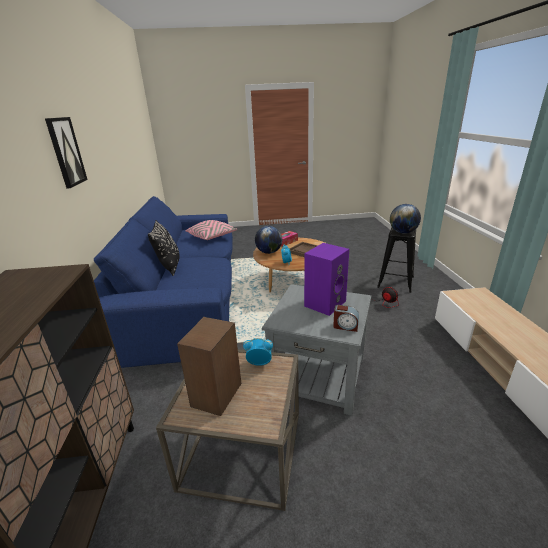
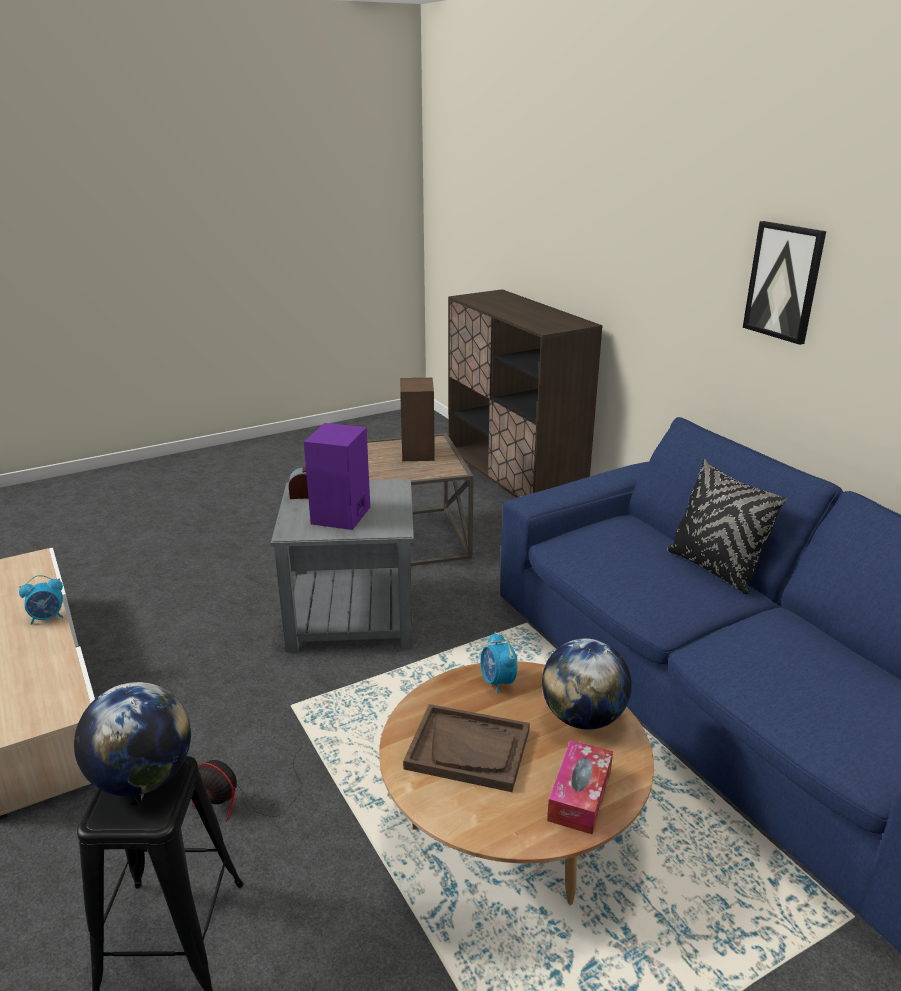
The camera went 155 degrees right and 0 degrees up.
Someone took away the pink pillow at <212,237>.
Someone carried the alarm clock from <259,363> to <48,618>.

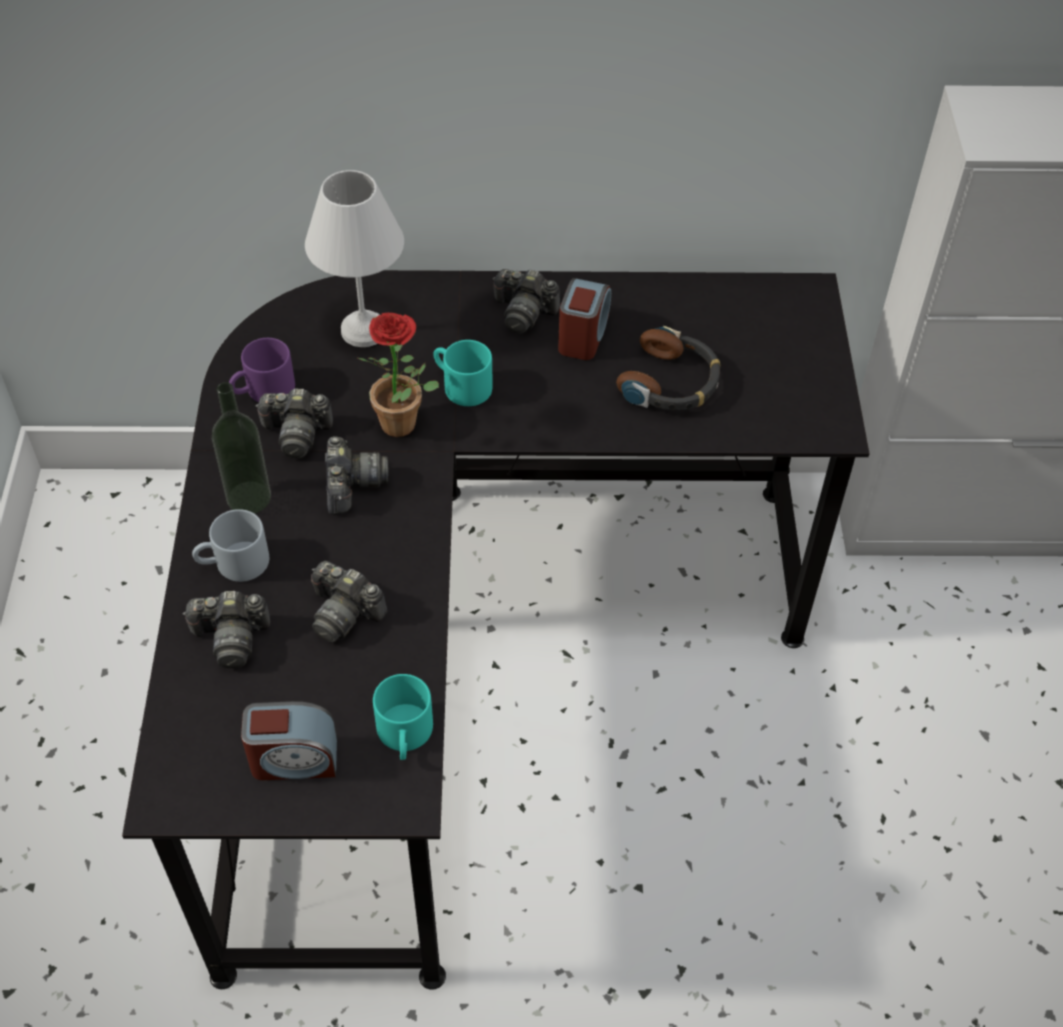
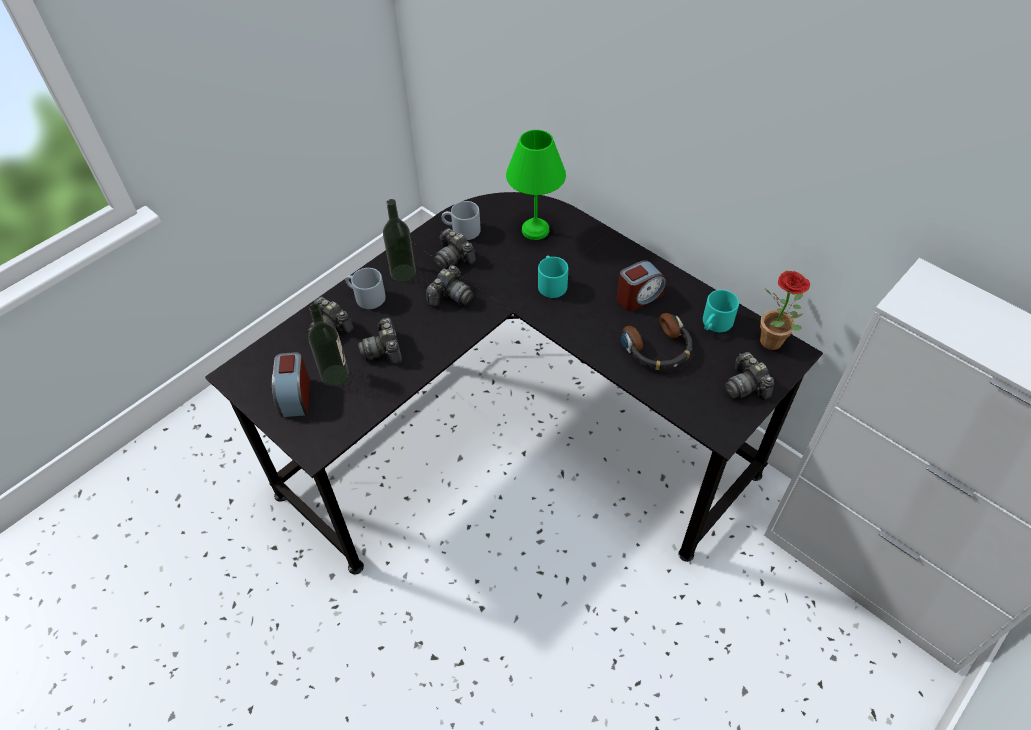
The camera went 45 degrees right and 0 degrees up.
Someone put down the bottle at <335,375>.
Someone carried the potted plant from <405,426> to <774,345>.
Someone carried the turquoise mug from <406,736> to <715,324>.
Someone carried the photo camera from <524,313> to <745,386>.
Someone repainted the purple mug at <263,391>, which became the grey mug at <461,230>.
Someone repainted the white table lamp at <366,330>, which became the green table lamp at <536,230>.
Someone rotated the alarm clock at <294,759> by 45 degrees clockwise.

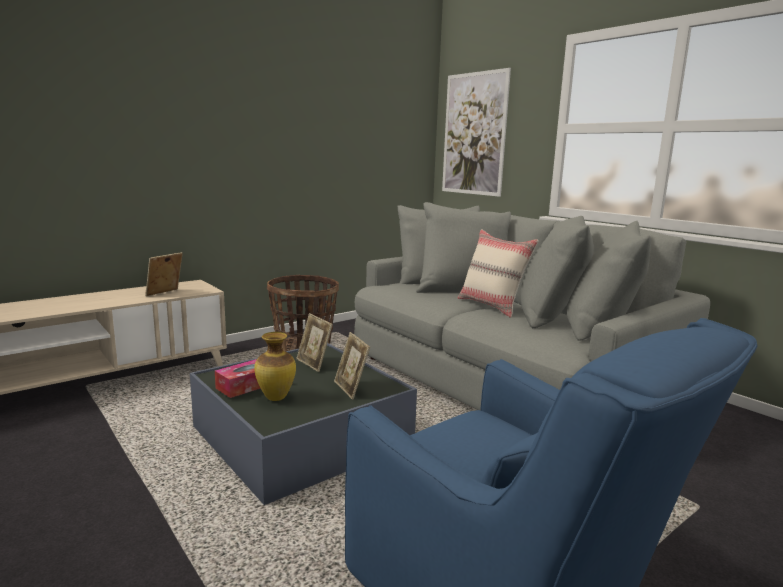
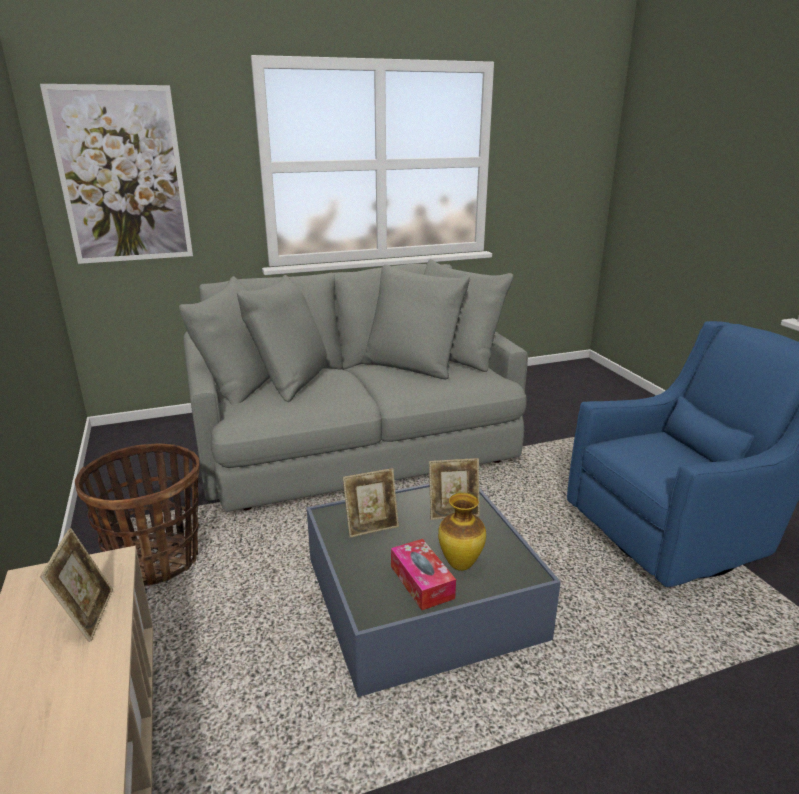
The camera went 70 degrees left and 10 degrees up.
Someone took away the beige pillow at <492,306>.
Someone rotated the picture frame at <165,293> by 150 degrees counterclockwise.

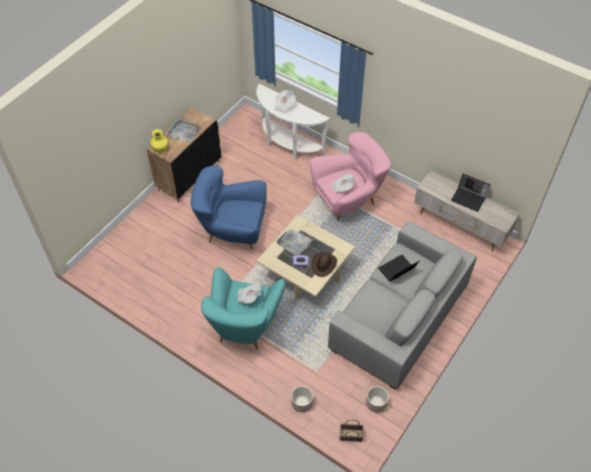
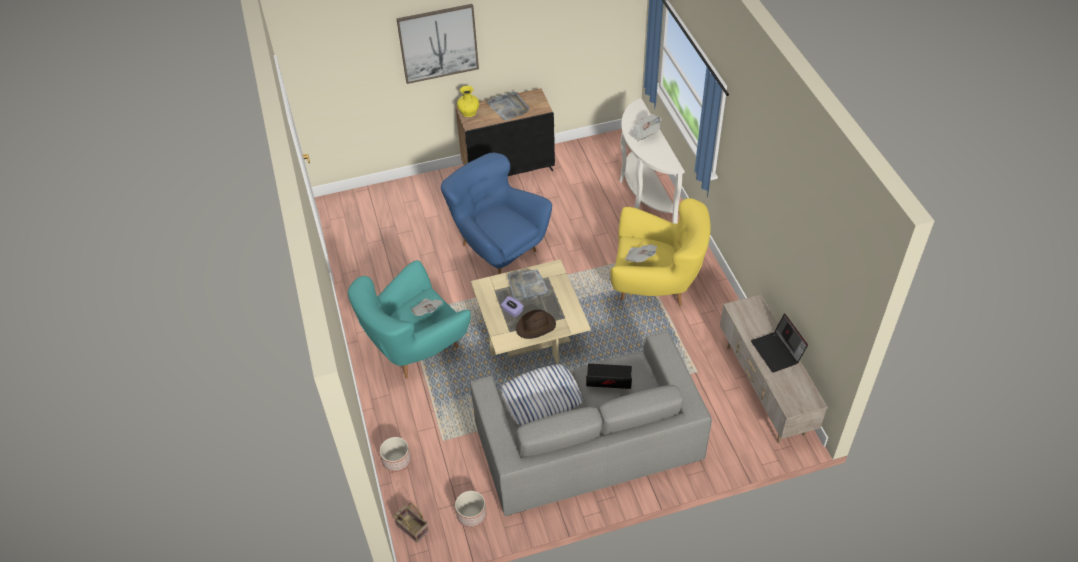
The camera went 40 degrees right and 5 degrees down.
Someone put up the picture at <438,43>.
Someone put down the pillow at <541,398>.
Someone repainted the pink armchair at <348,199>, which became the yellow armchair at <655,285>.

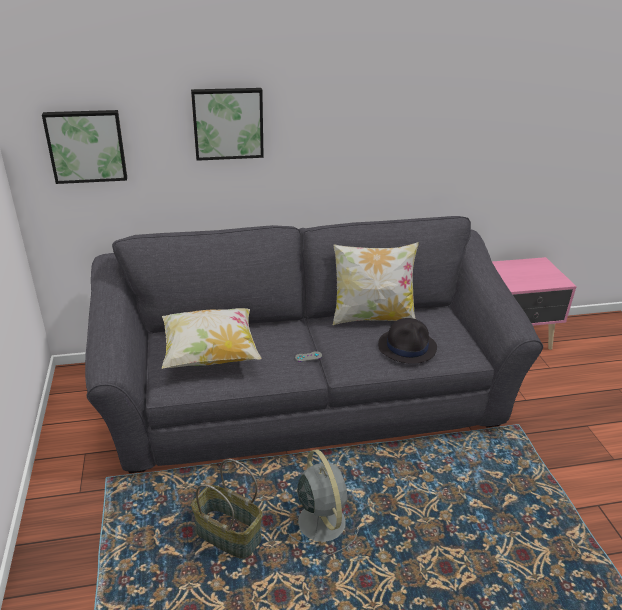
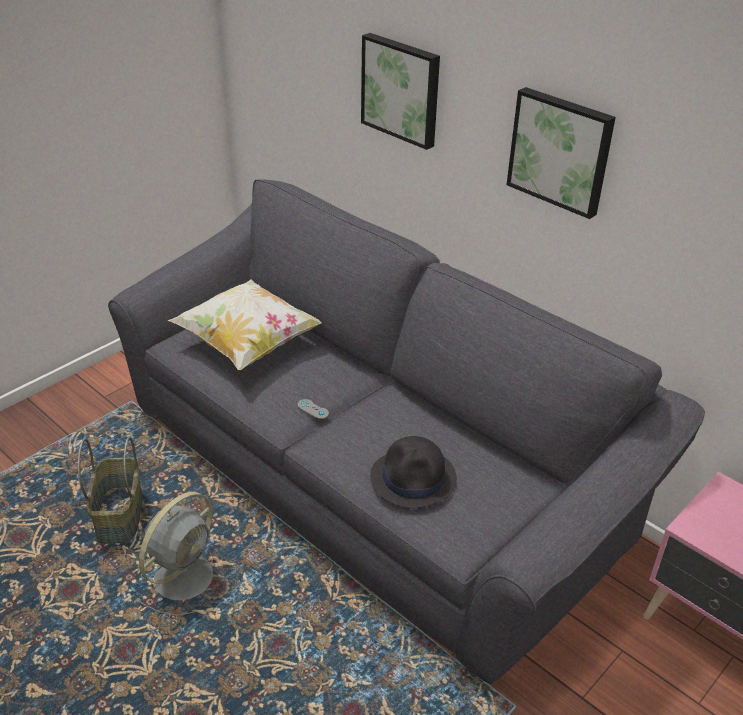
The camera went 55 degrees right and 5 degrees up.
Someone took away the pillow at <372,317>.
Someone carried the picture from <86,146> to <561,151>.

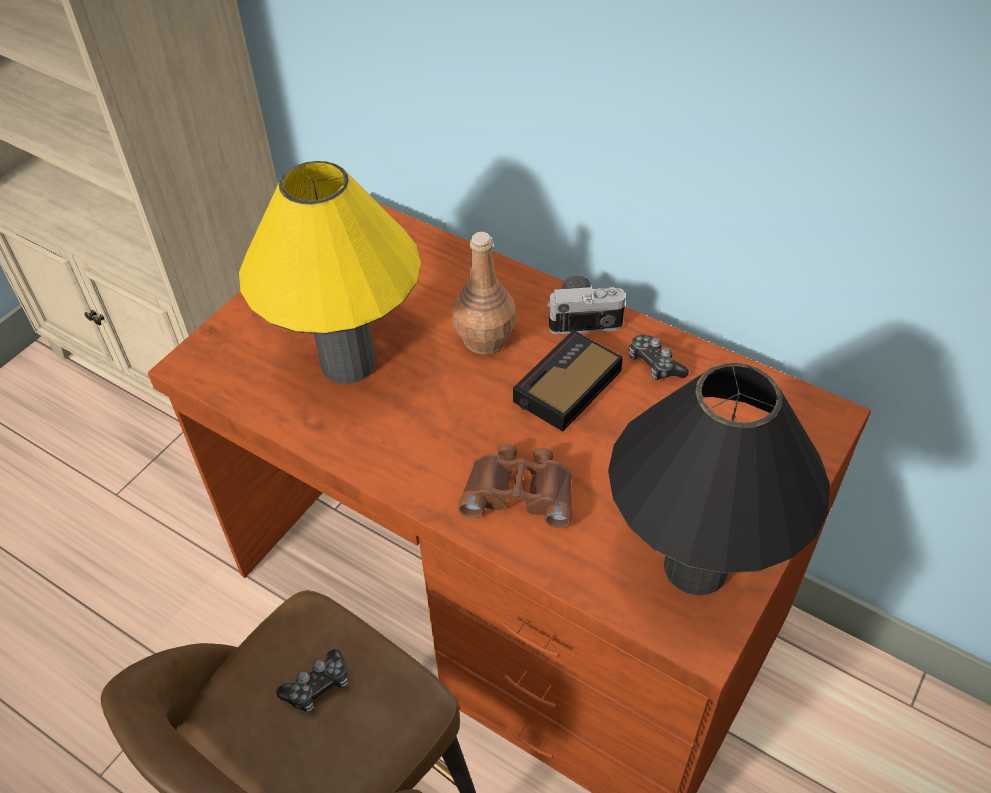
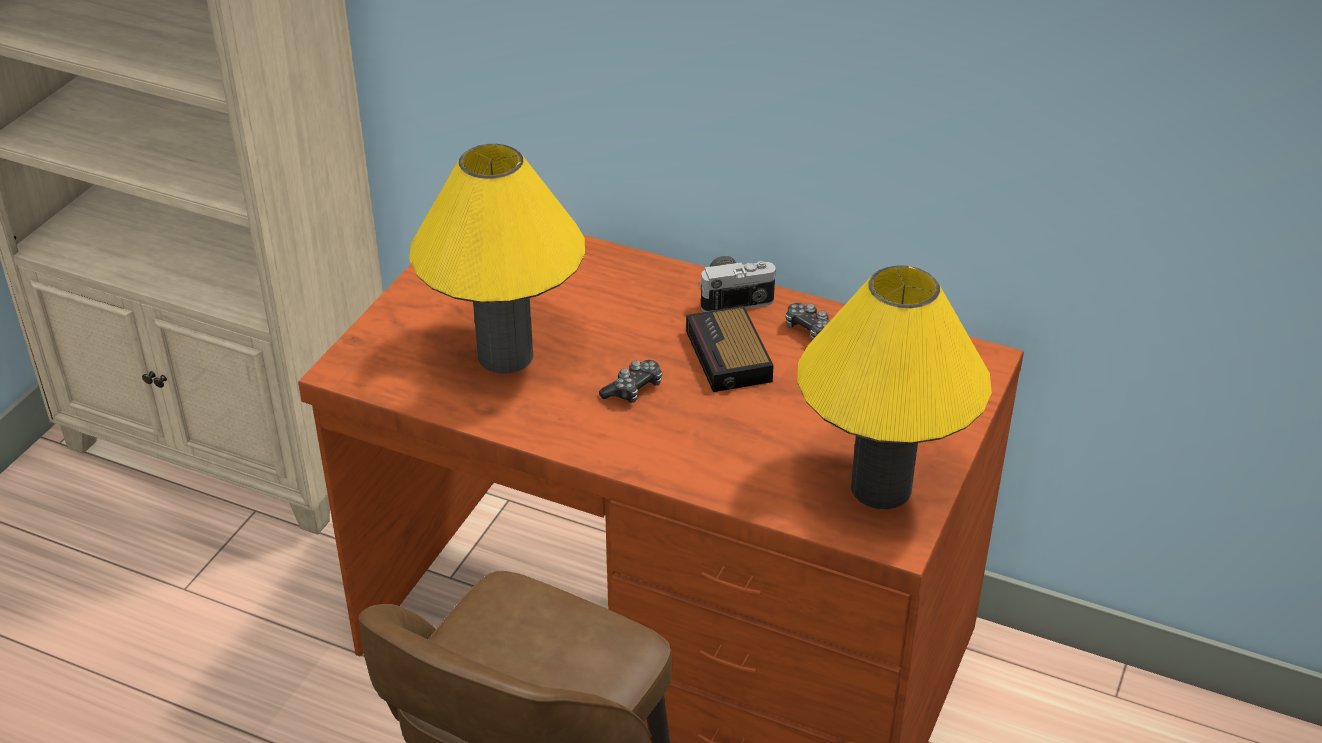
The camera went 10 degrees left and 10 degrees down.
Someone took away the brown bottle at <484,339>.
Someone took away the brown binoculars at <519,491>.
Someone carried the game controller from <318,687> to <633,389>.
Someone repainted the black table lamp at <695,567>, which became the yellow table lamp at <881,488>.
Someone rotated the alarm clock at <566,388> by 45 degrees counterclockwise.

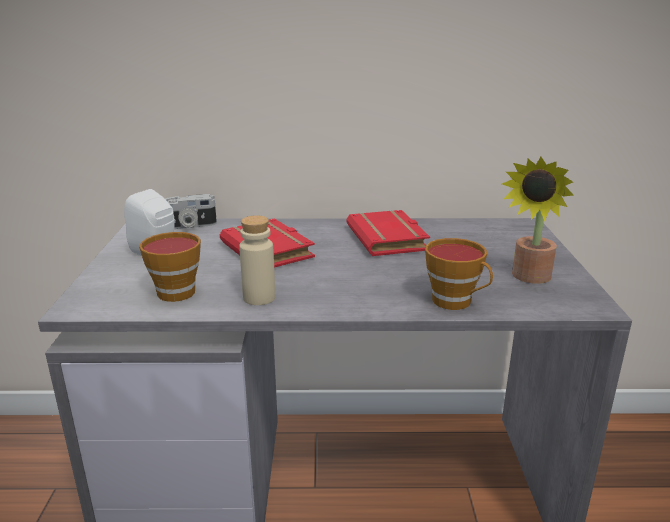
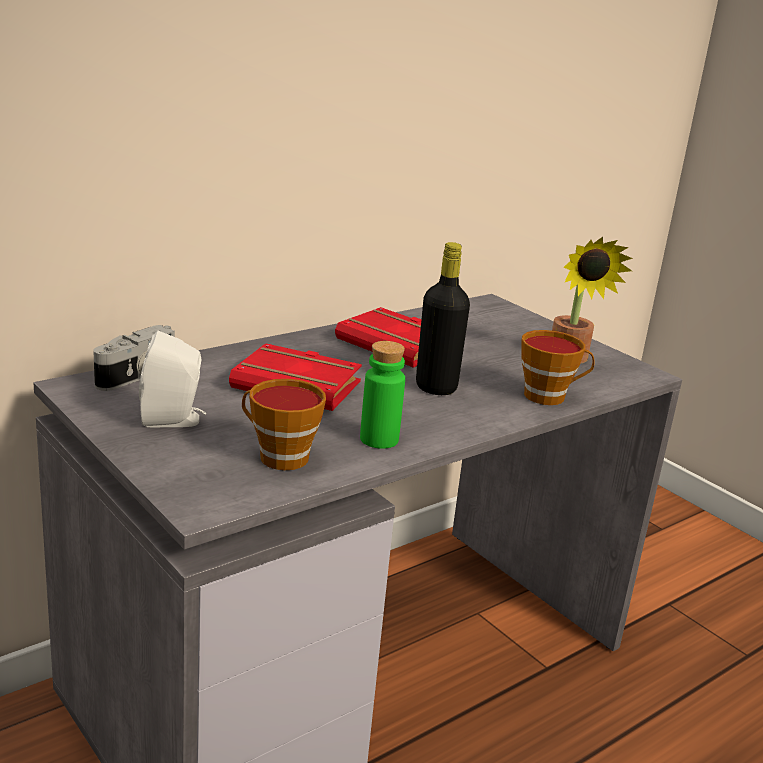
The camera went 40 degrees left and 0 degrees up.
Someone put down the black bottle at <436,387>.
Someone repainted the beige bottle at <259,298>, which became the green bottle at <379,439>.

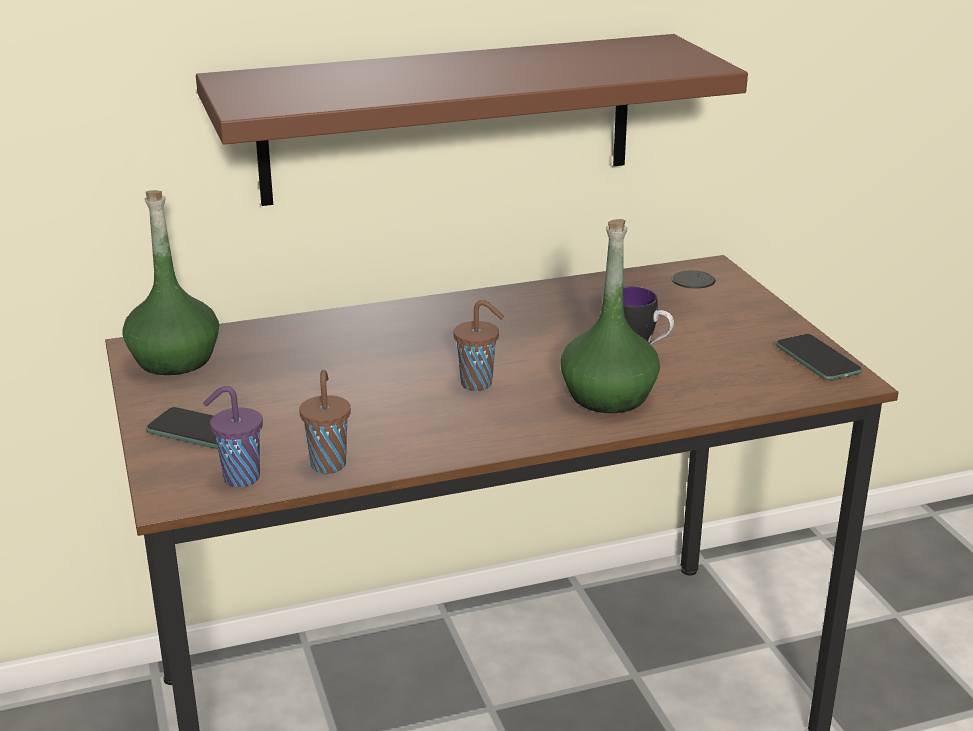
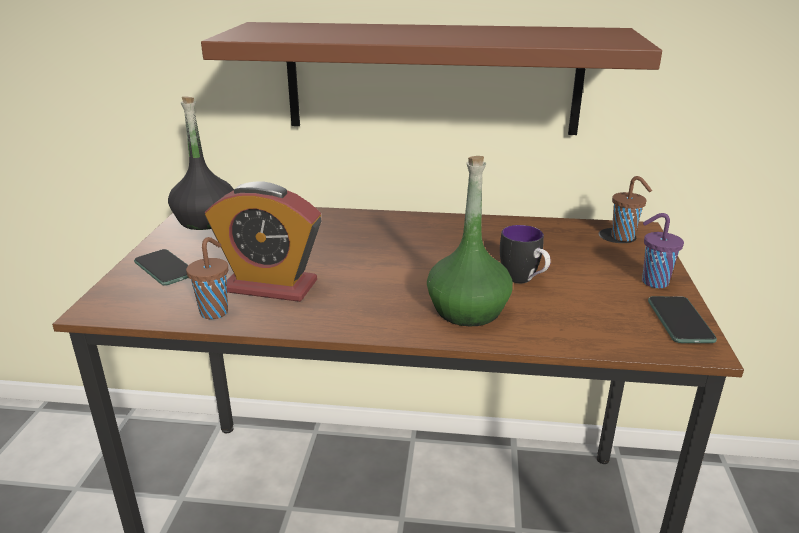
The camera went 25 degrees right and 0 degrees up.
Someone put down the alarm clock at <270,286>.
Someone carried the purple cup from <239,478> to <653,282>.
Someone carried the brown cup from <478,384> to <624,237>.
Someone repainted the green bottle at <174,359>, which became the black bottle at <205,220>.

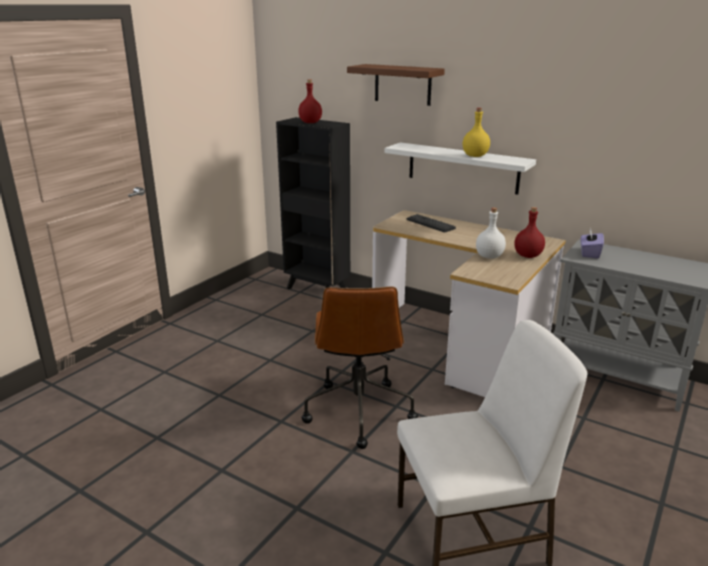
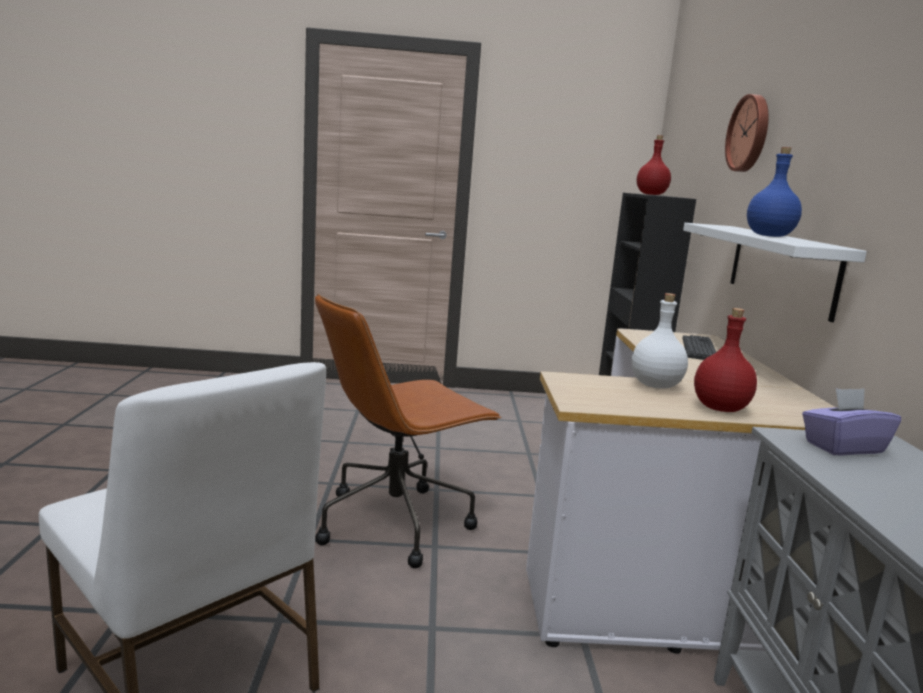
The camera went 55 degrees right and 10 degrees down.
Someone swapped the brown shelf at <402,84> for the wall clock at <750,133>.
Someone repainted the yellow bottle at <475,156>, which became the blue bottle at <770,236>.

